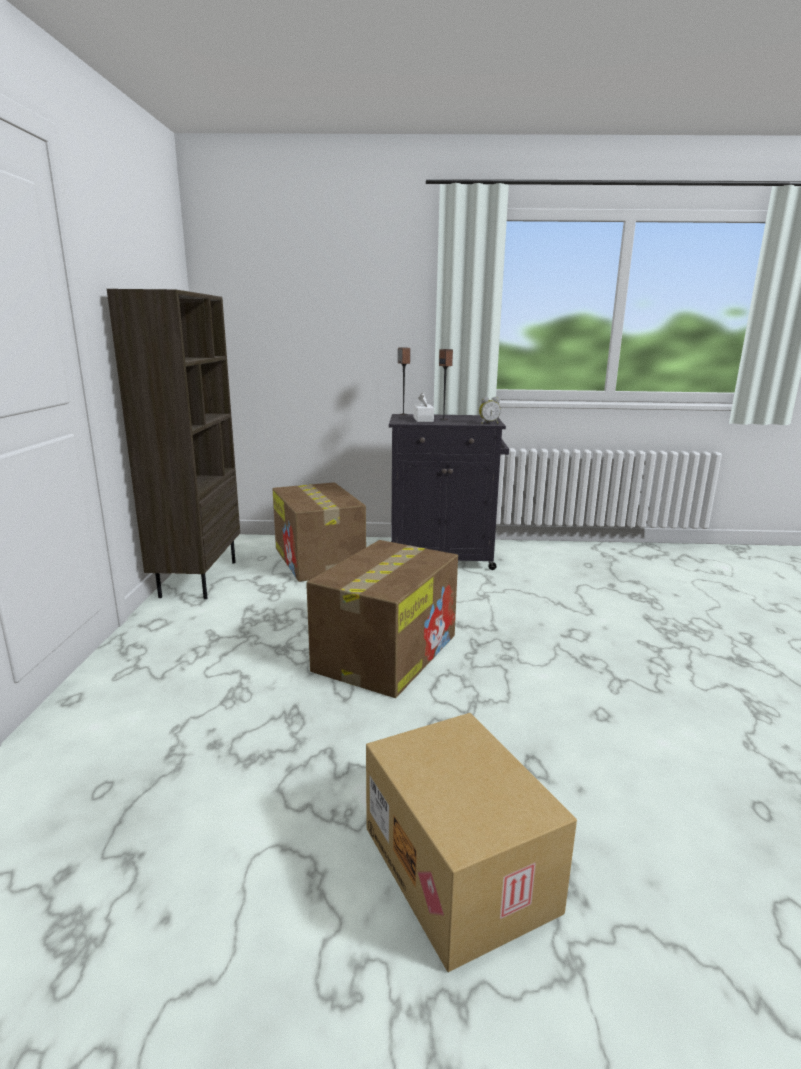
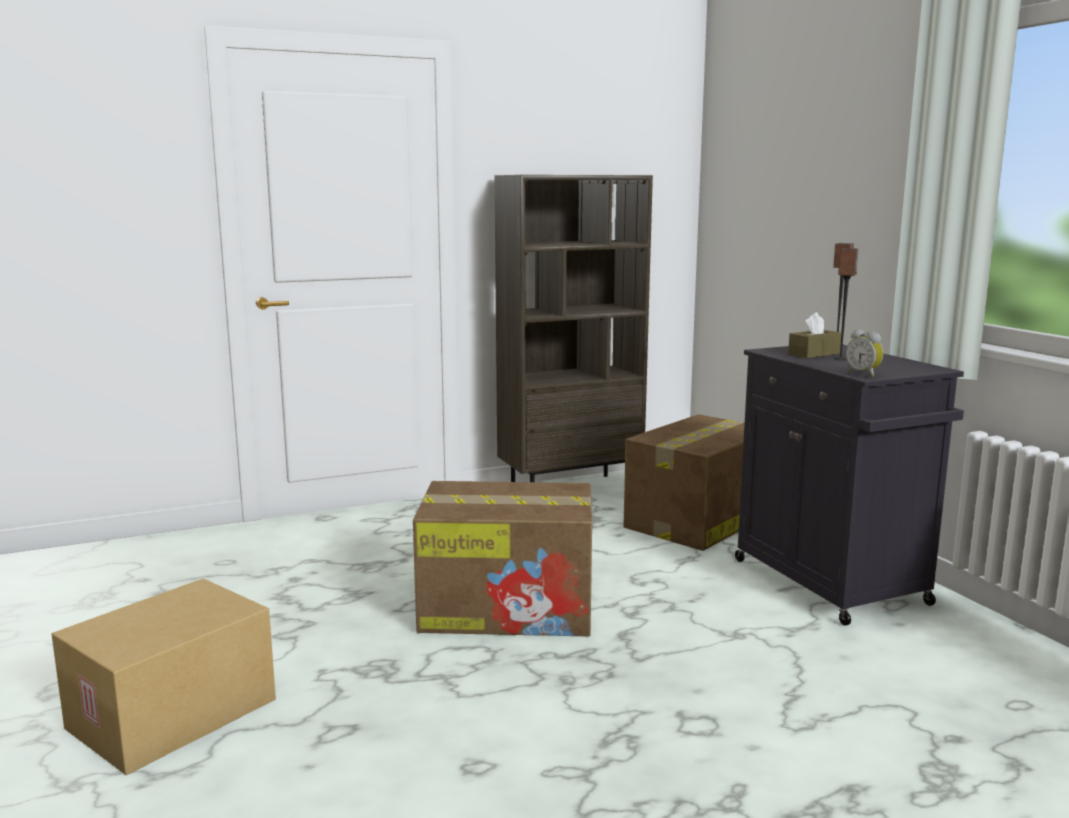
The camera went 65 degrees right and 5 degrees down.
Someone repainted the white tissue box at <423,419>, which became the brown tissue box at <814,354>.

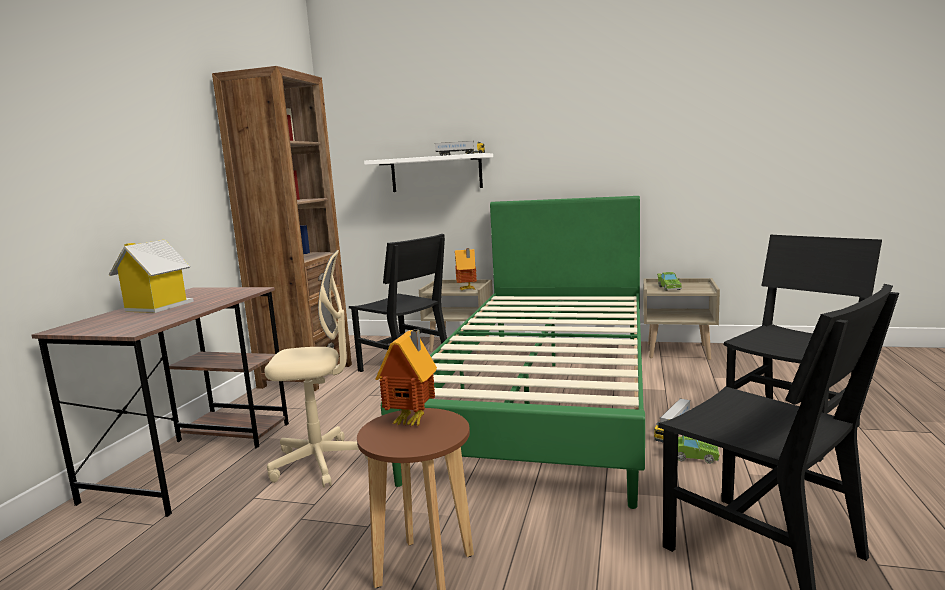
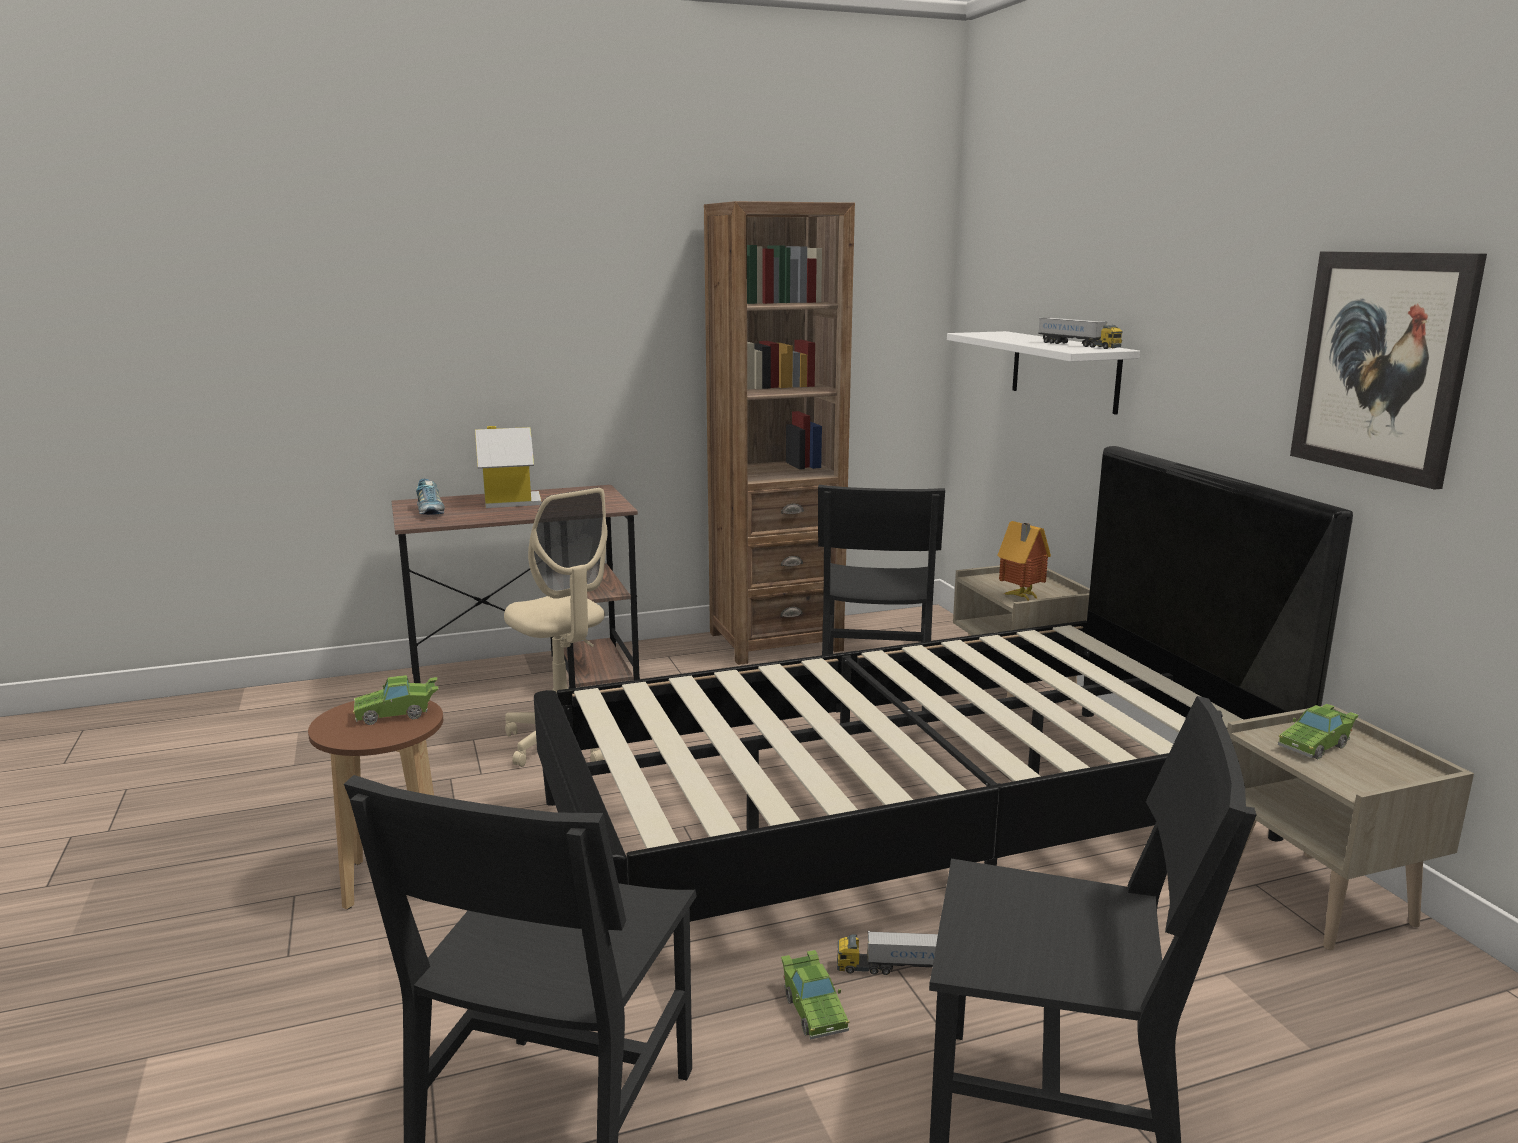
The camera went 55 degrees right and 5 degrees up.
Someone put down the shoe at <430,511>.
Someone put up the picture at <1382,364>.
Someone swapped the toy house at <413,421> for the green toy car at <398,714>.
Someone repainted the green bed at <546,396>, which became the black bed at <907,819>.

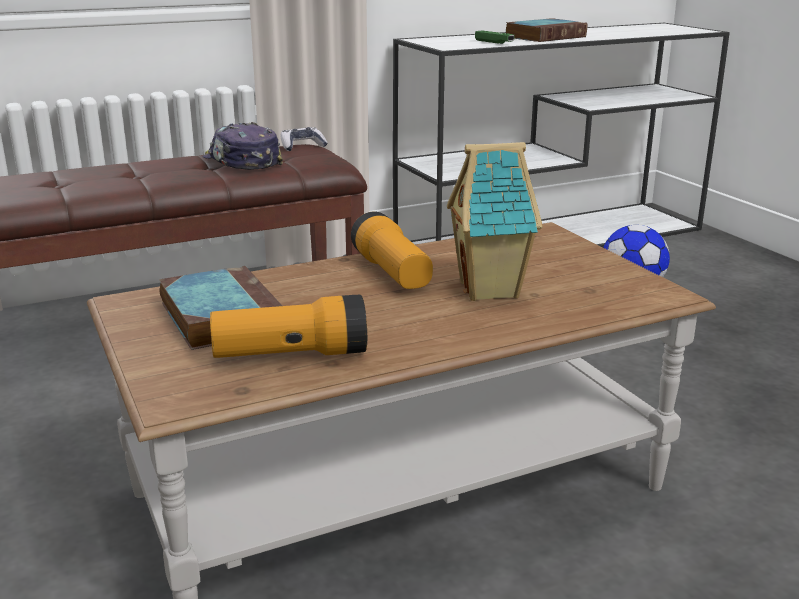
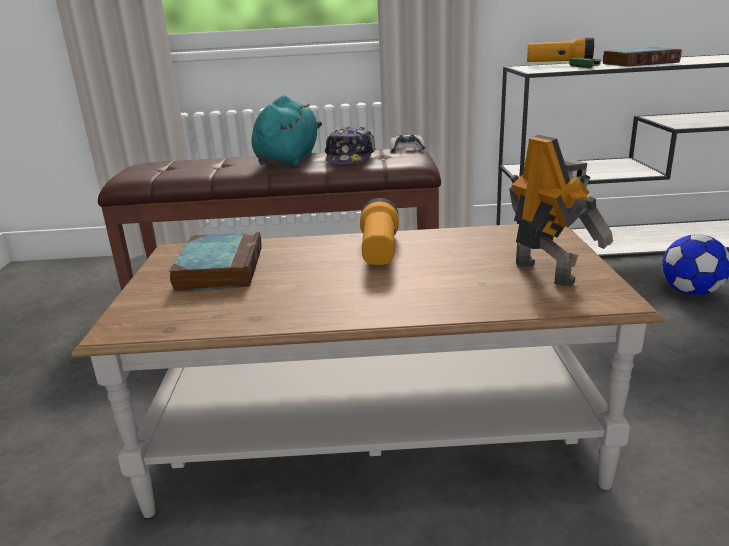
The camera went 25 degrees right and 0 degrees up.
Someone took away the toy house at <491,290>.
Someone put down the turquoise plush toy at <288,160>.
Someone put down the toy robot at <546,271>.
Someone carried the flashlight from <291,355> to <559,64>.
Someone rotated the cap at <241,162> by 150 degrees counterclockwise.

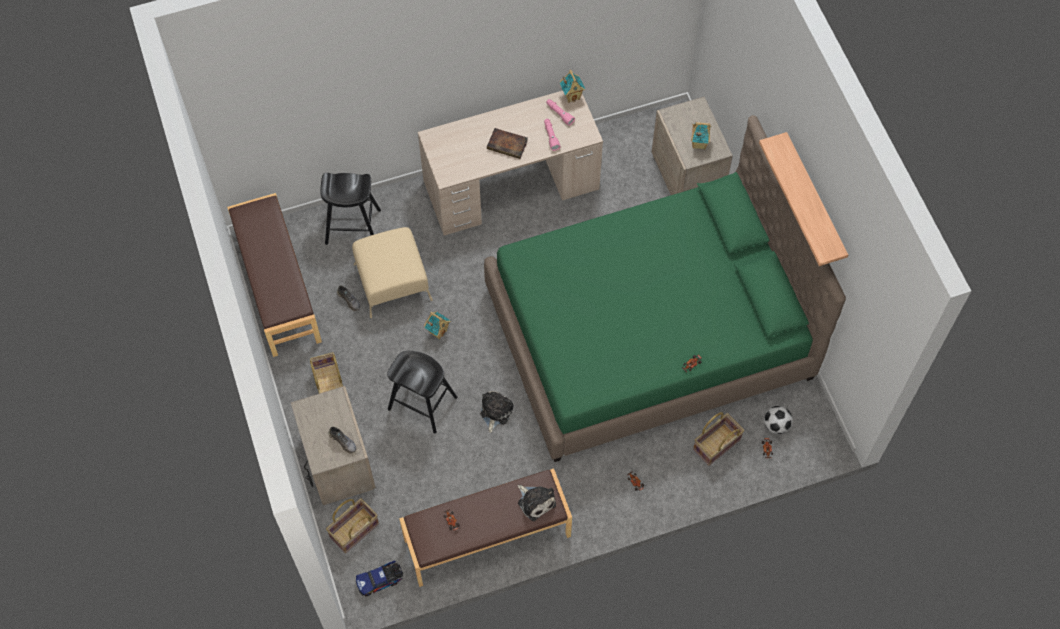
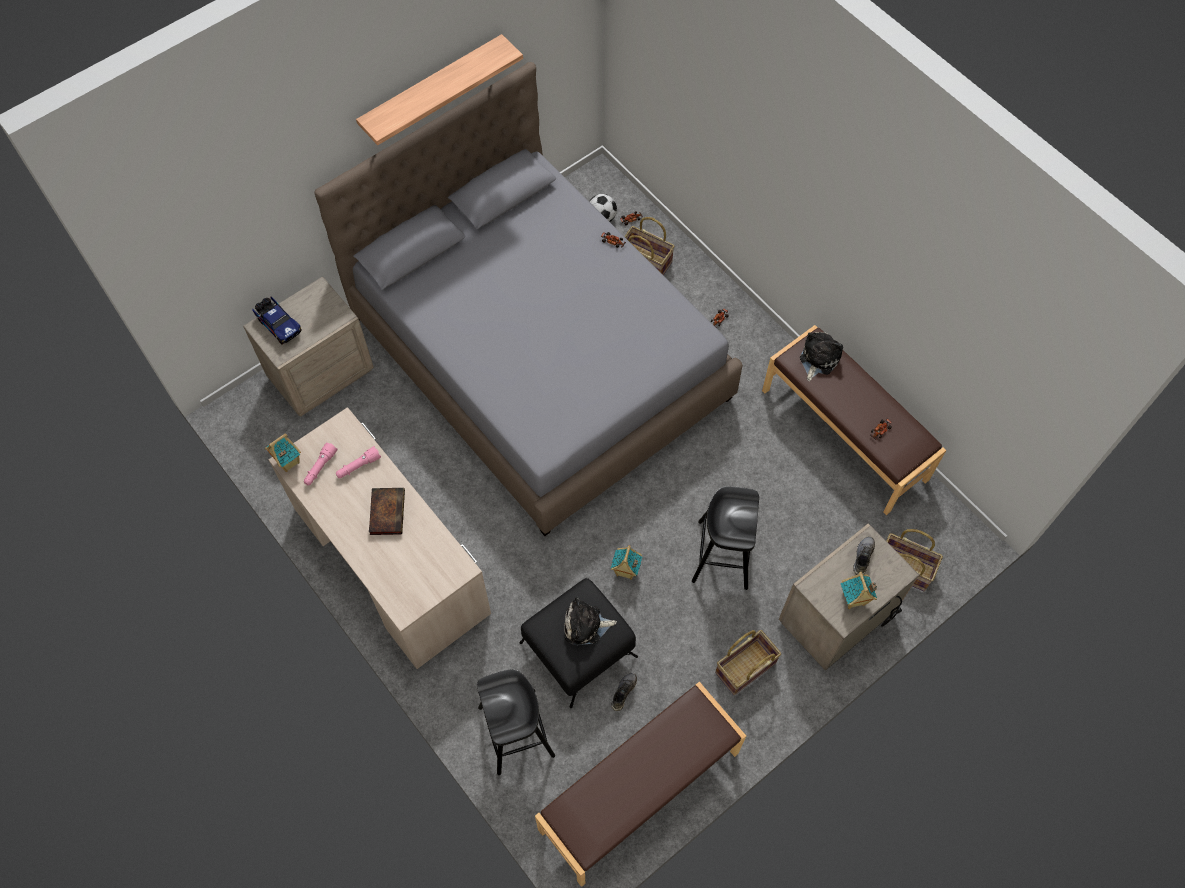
The camera went 110 degrees left and 0 degrees up.
Someone carried the toy truck from <380,580> to <278,324>.
Someone carried the plush toy from <495,412> to <586,625>.
Someone carried the toy house from <698,143> to <853,600>.
Someone repainted the beige ottoman at <393,281>, which became the black ottoman at <577,649>.
Someone repainted the green bed at <648,332>, which became the grey bed at <540,356>.

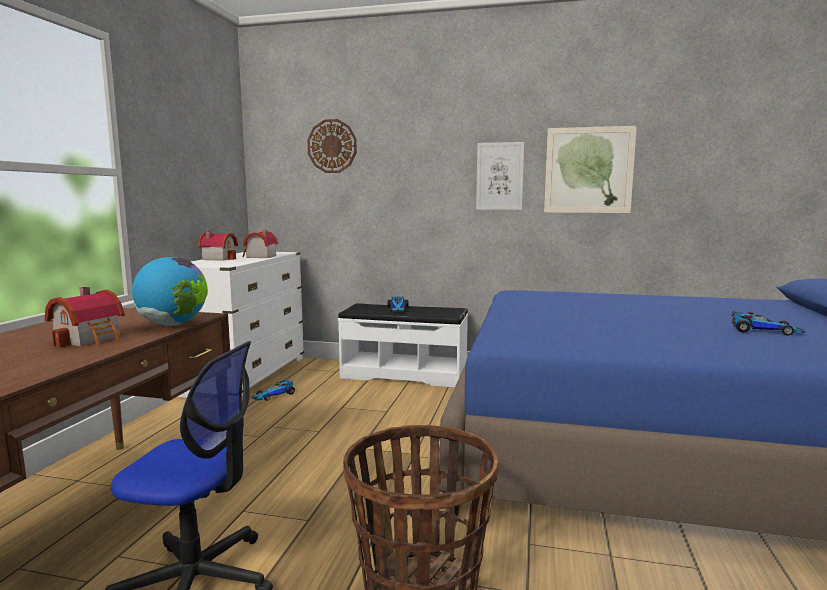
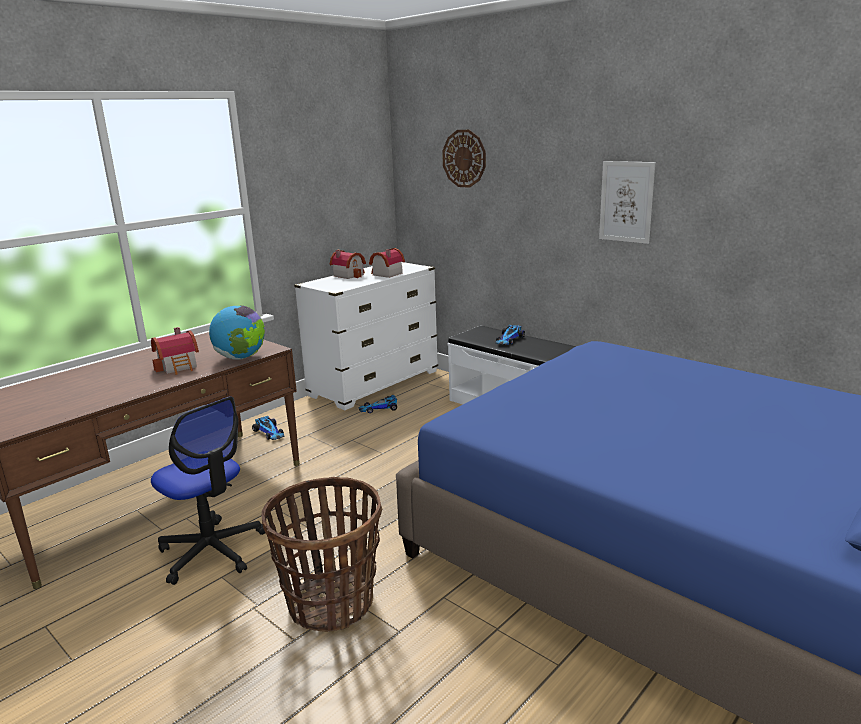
The camera went 30 degrees right and 10 degrees up.
Someone took away the picture at <588,170>.
Someone carried the toy car from <763,330> to <270,432>.

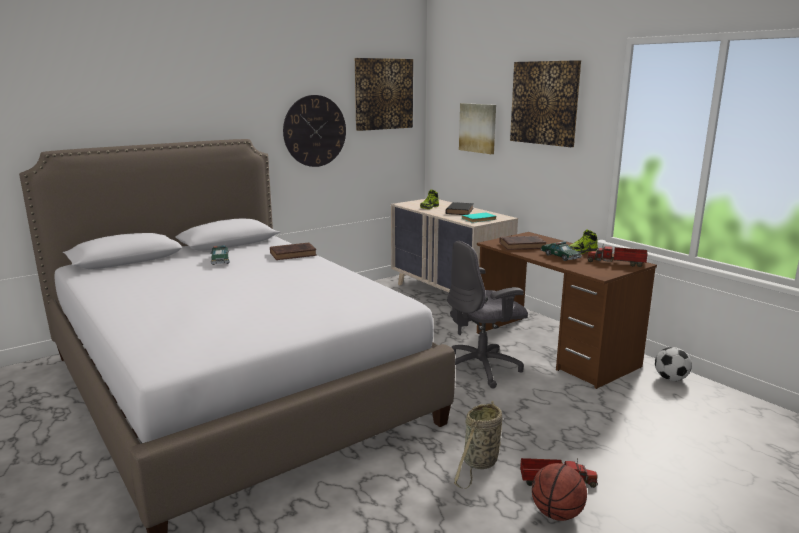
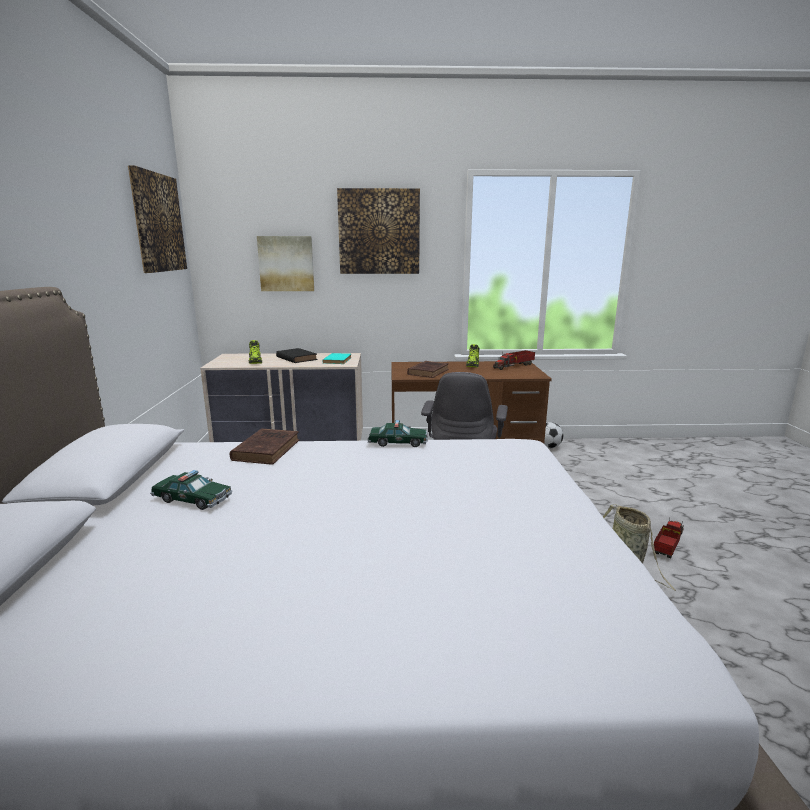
The camera went 55 degrees left and 0 degrees up.
Someone took away the wall clock at <315,131>.
Someone took away the basketball at <556,513>.
Someone carried the toy car from <560,256> to <398,442>.

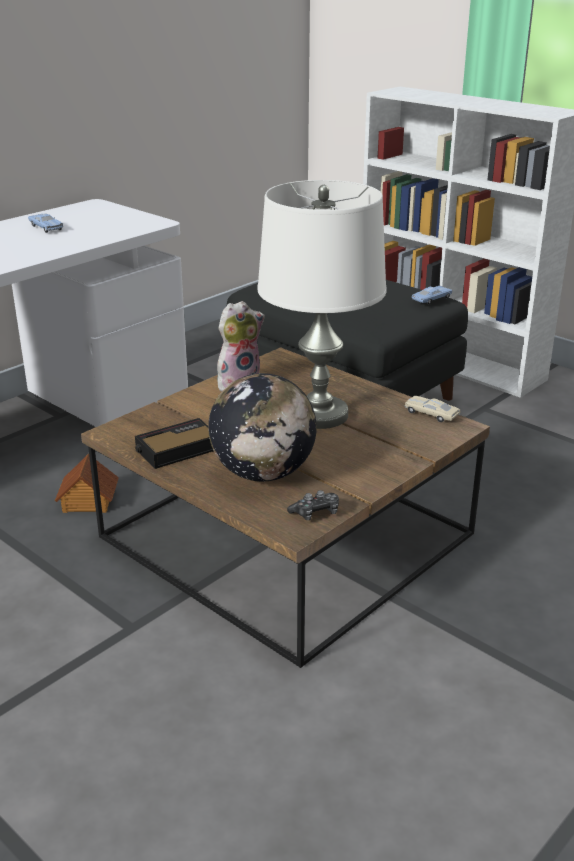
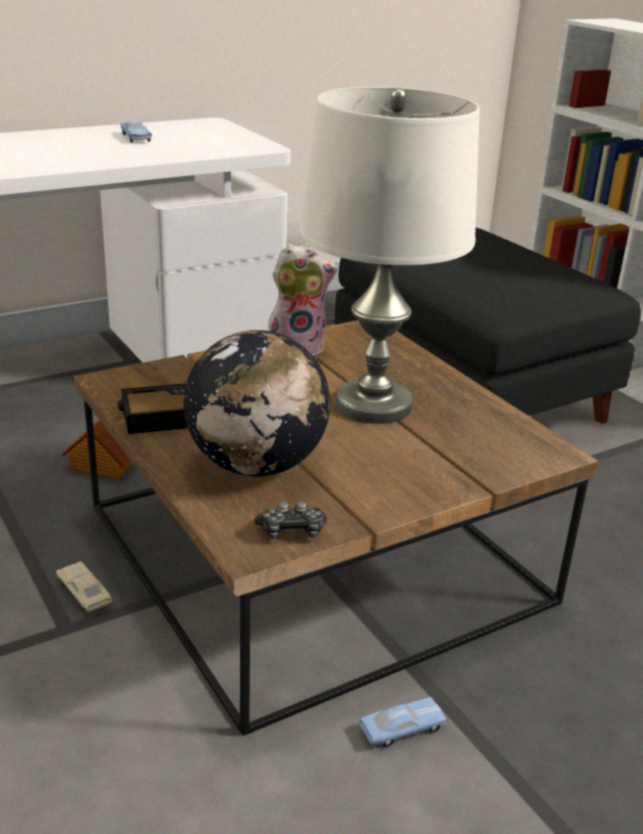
The camera went 15 degrees right and 0 degrees up.
Someone carried the beige toy car from <431,414> to <84,593>.
Someone carried the blue toy car from <432,299> to <402,729>.

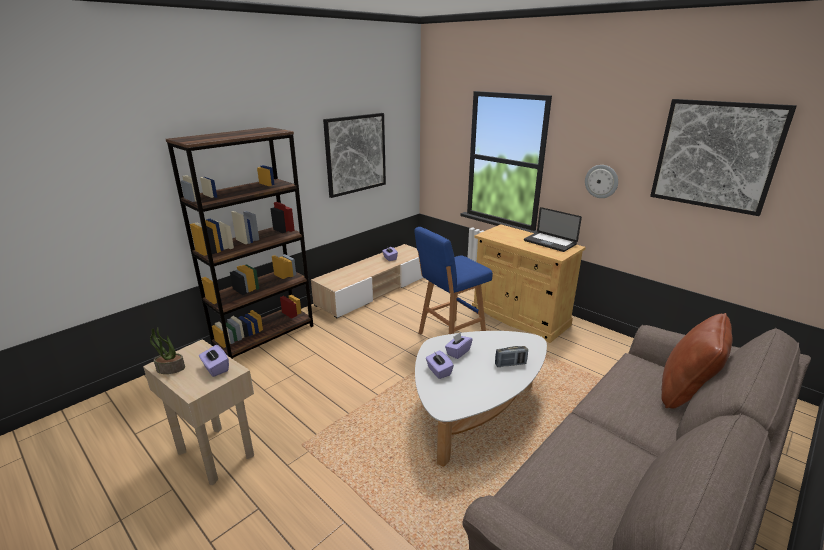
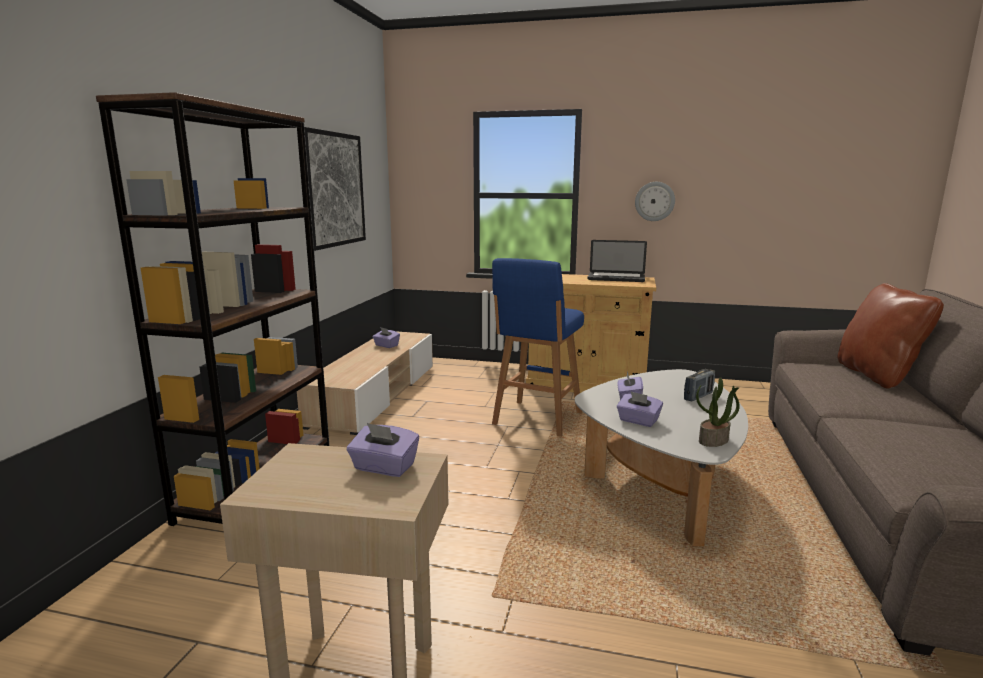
The camera went 30 degrees left and 10 degrees down.
Someone took away the picture at <715,155>.
Someone carried the potted plant from <170,369> to <713,441>.

